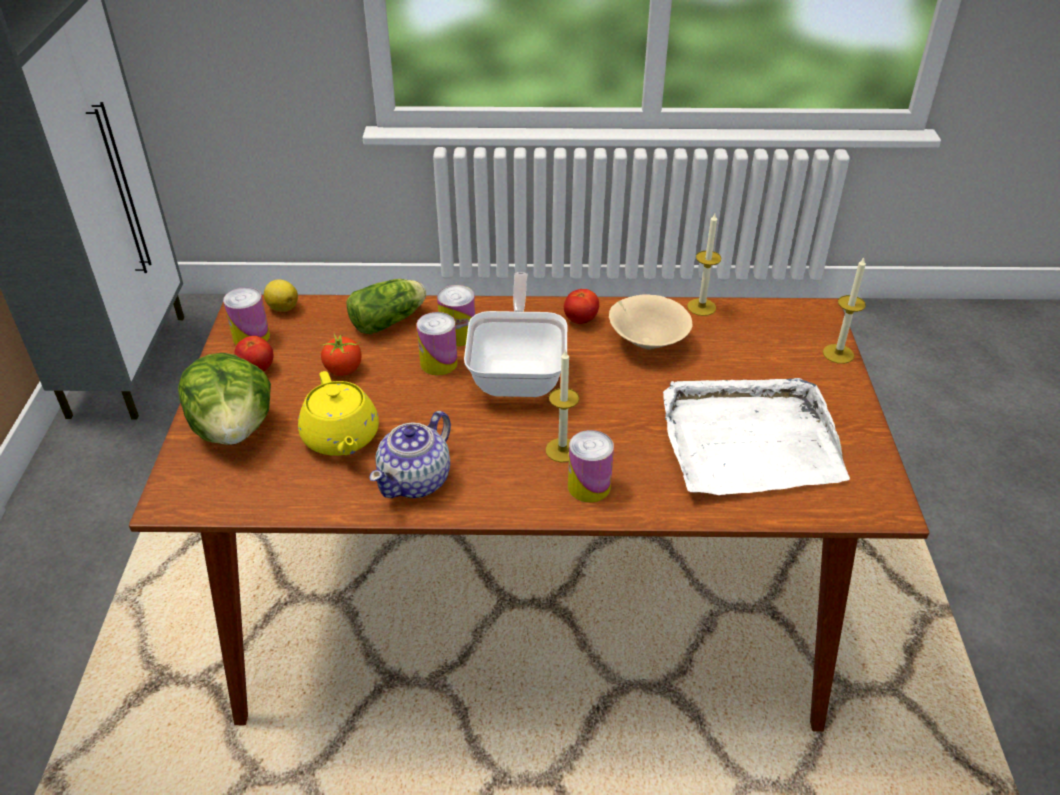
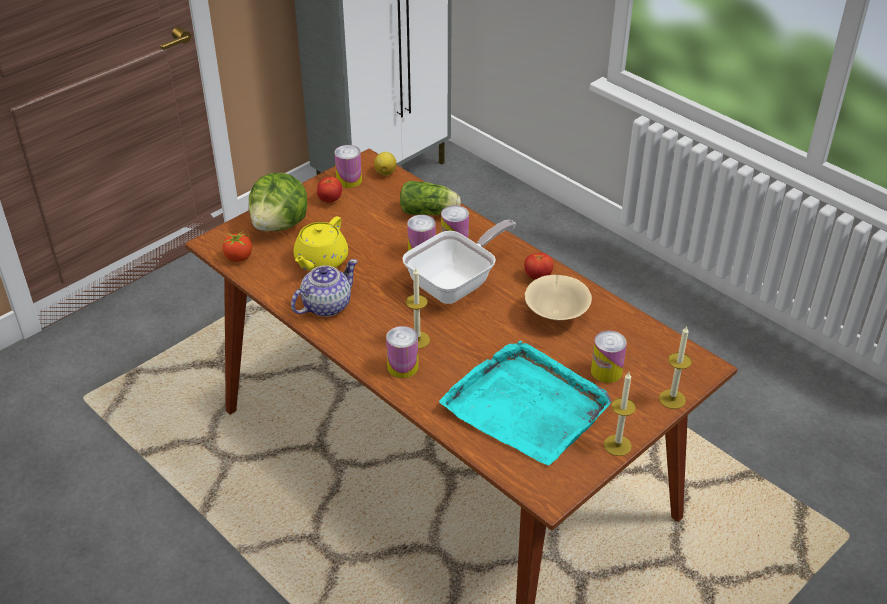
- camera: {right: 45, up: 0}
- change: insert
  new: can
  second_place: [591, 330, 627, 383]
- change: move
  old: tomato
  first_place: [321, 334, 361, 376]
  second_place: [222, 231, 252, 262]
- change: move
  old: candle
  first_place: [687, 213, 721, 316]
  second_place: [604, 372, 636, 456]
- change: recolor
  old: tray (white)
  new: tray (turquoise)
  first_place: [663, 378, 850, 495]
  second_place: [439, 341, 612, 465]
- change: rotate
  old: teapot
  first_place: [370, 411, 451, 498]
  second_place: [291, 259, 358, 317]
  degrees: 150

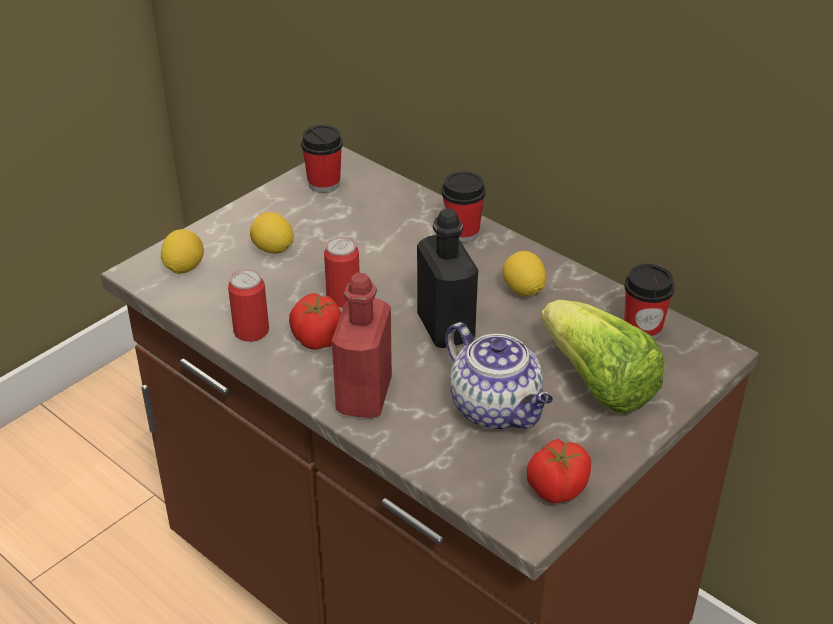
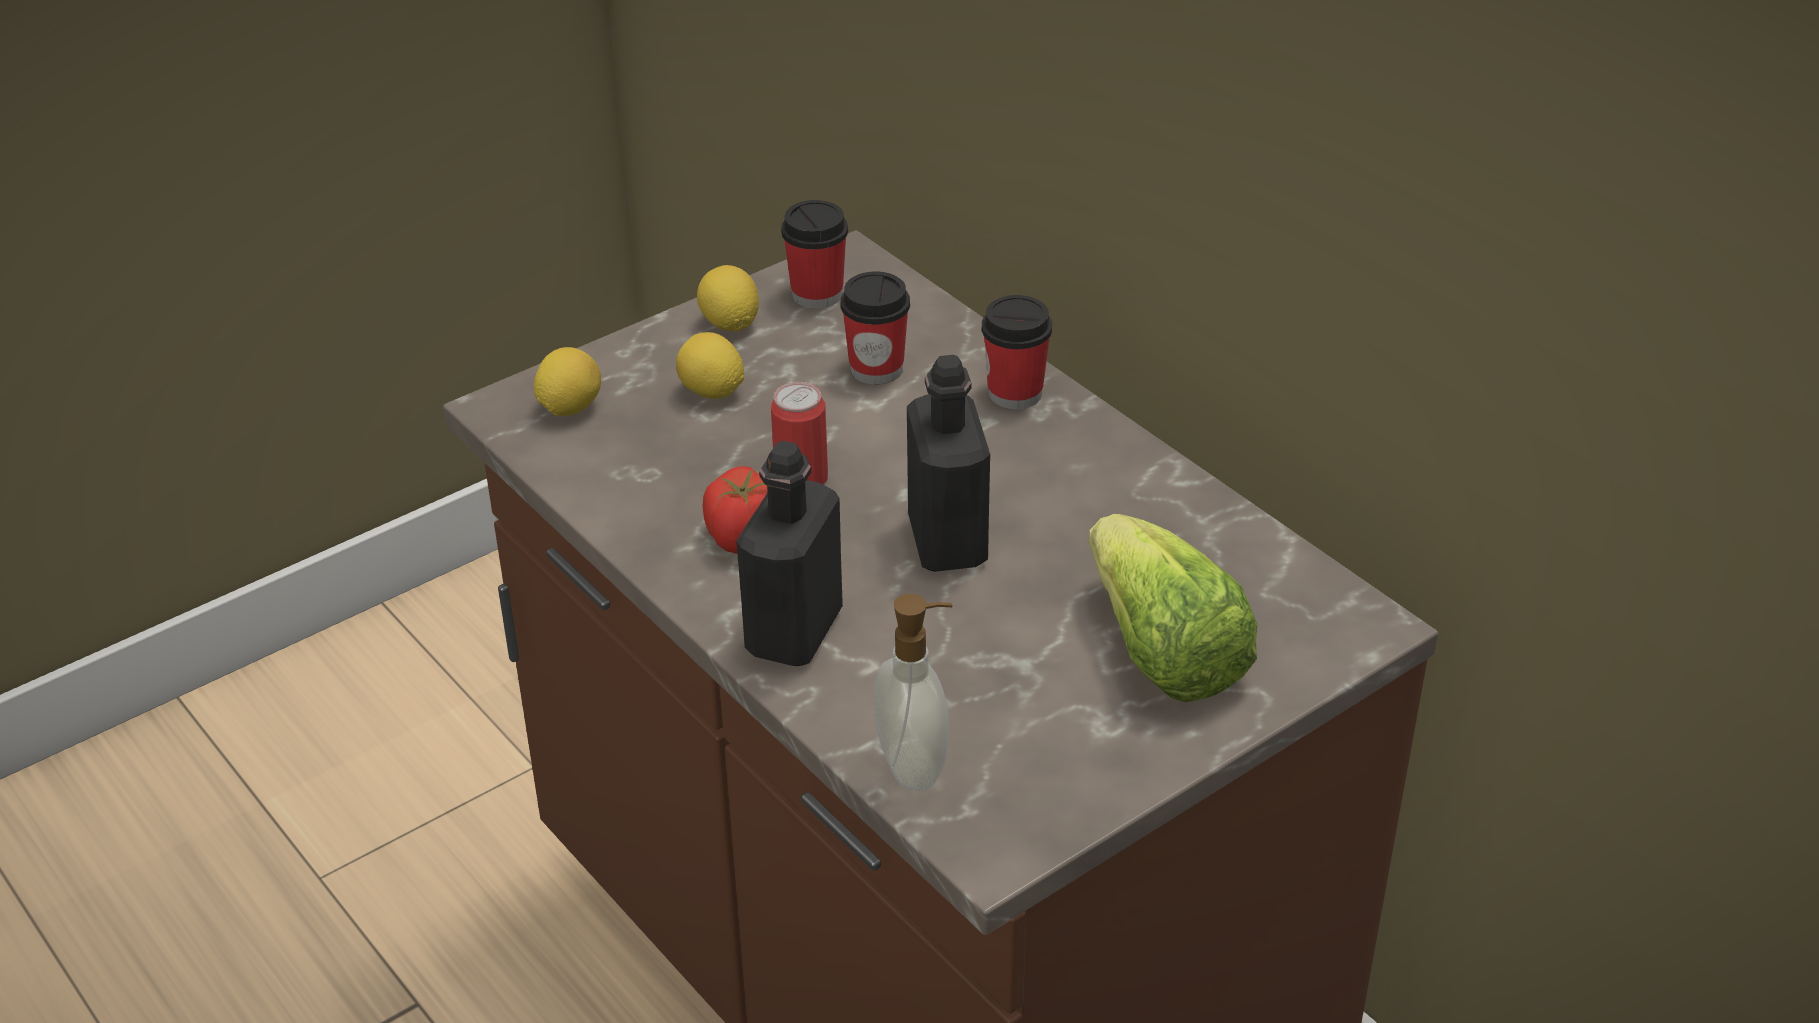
- camera: {right: 10, up: 0}
- change: delete
  old: can
  first_place: [228, 269, 269, 342]
- change: delete
  old: teapot
  first_place: [445, 322, 553, 429]
- change: delete
  old: tomato
  first_place: [527, 439, 591, 504]
- change: insert
  new: soap dispenser
  second_place: [874, 594, 953, 791]
- change: move
  old: lemon
  first_place: [503, 251, 546, 296]
  second_place: [697, 265, 759, 331]
- change: move
  old: cup
  first_place: [624, 264, 675, 340]
  second_place: [841, 272, 910, 384]
- change: recolor
  old: bottle (red)
  new: bottle (black)
  first_place: [332, 273, 392, 418]
  second_place: [736, 441, 843, 666]

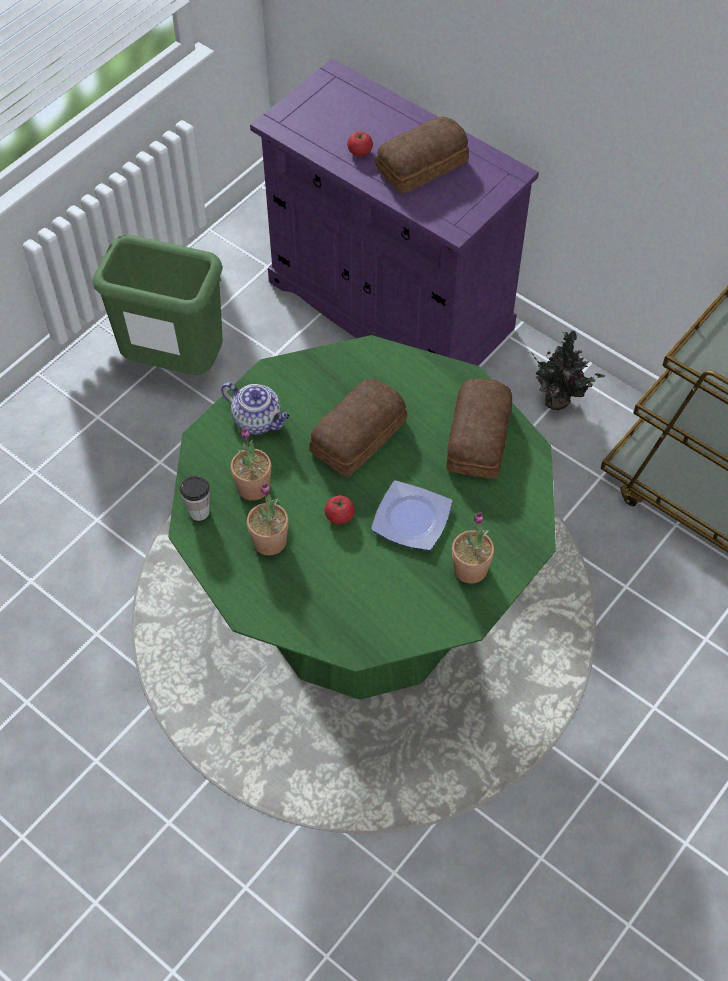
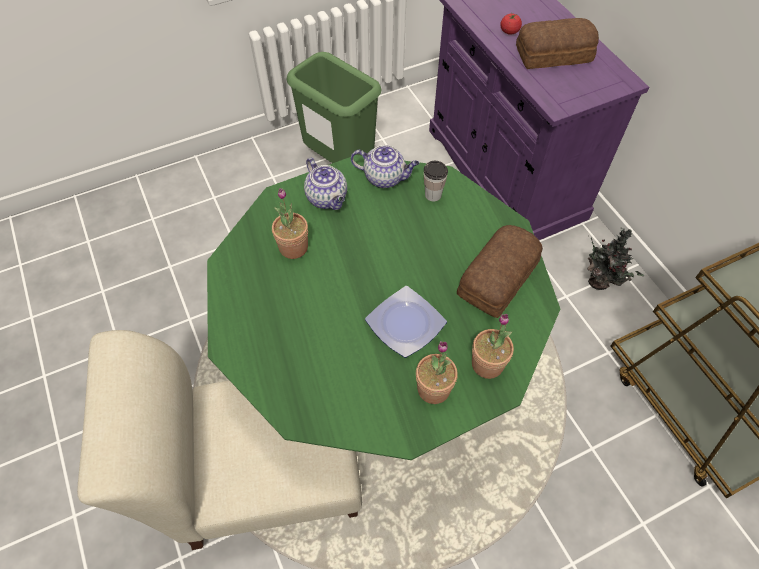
- camera: {right: 25, up: 0}
- change: delete
  old: bread
  first_place: [309, 379, 407, 477]
- change: delete
  old: tomato
  first_place: [325, 495, 355, 524]
- change: insert
  new: chair (beige)
  second_place: [77, 330, 362, 550]
- change: insert
  new: teapot
  second_place: [351, 145, 419, 188]
- change: move
  old: cup
  first_place: [180, 476, 210, 521]
  second_place: [424, 161, 448, 202]
- change: move
  old: potted plant
  first_place: [247, 483, 289, 556]
  second_place: [472, 314, 514, 379]

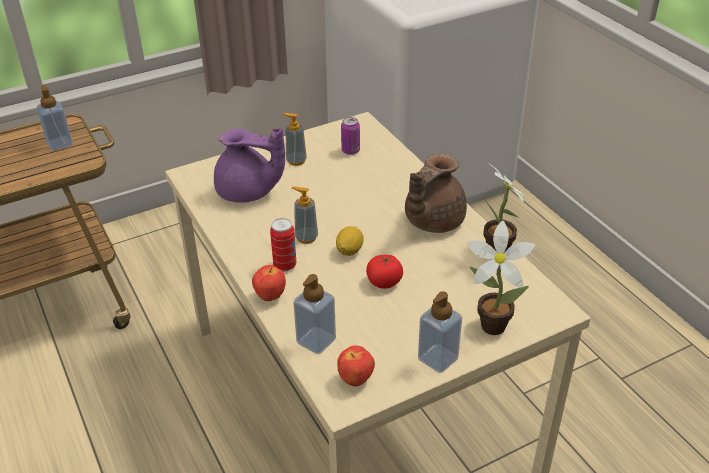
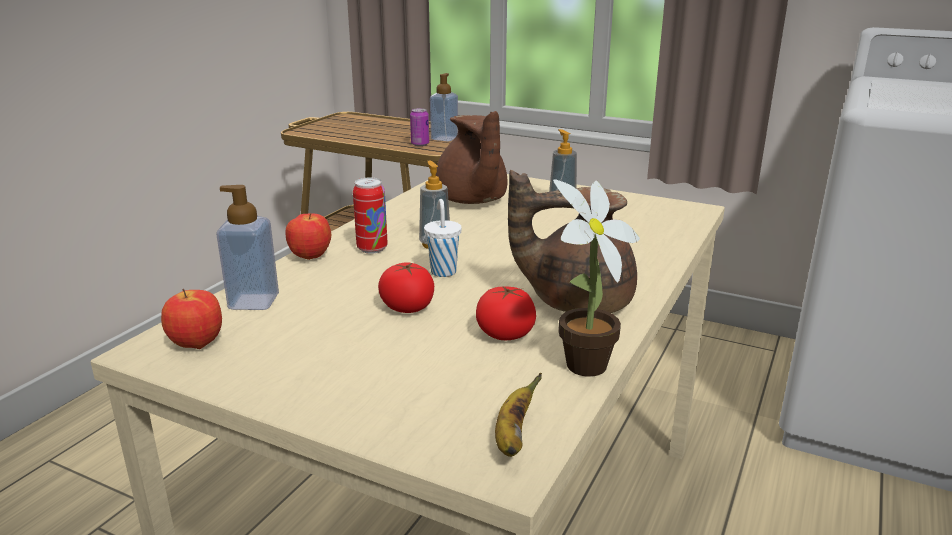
- camera: {right: 55, up: -15}
- change: delete
  old: soap dispenser
  first_place: [418, 291, 462, 373]
- change: delete
  old: potted plant
  first_place: [467, 221, 536, 335]
- change: insert
  new: tomato
  second_place: [476, 286, 536, 340]
- change: insert
  new: banana
  second_place: [495, 373, 542, 457]
- change: move
  old: can
  first_place: [341, 117, 360, 155]
  second_place: [410, 108, 429, 146]
- change: replace
  old: lemon
  new: cup (white)
  first_place: [336, 226, 364, 256]
  second_place: [424, 199, 462, 277]
- change: recolor
  old: teapot (purple)
  new: teapot (brown)
  first_place: [214, 128, 285, 203]
  second_place: [436, 111, 507, 204]

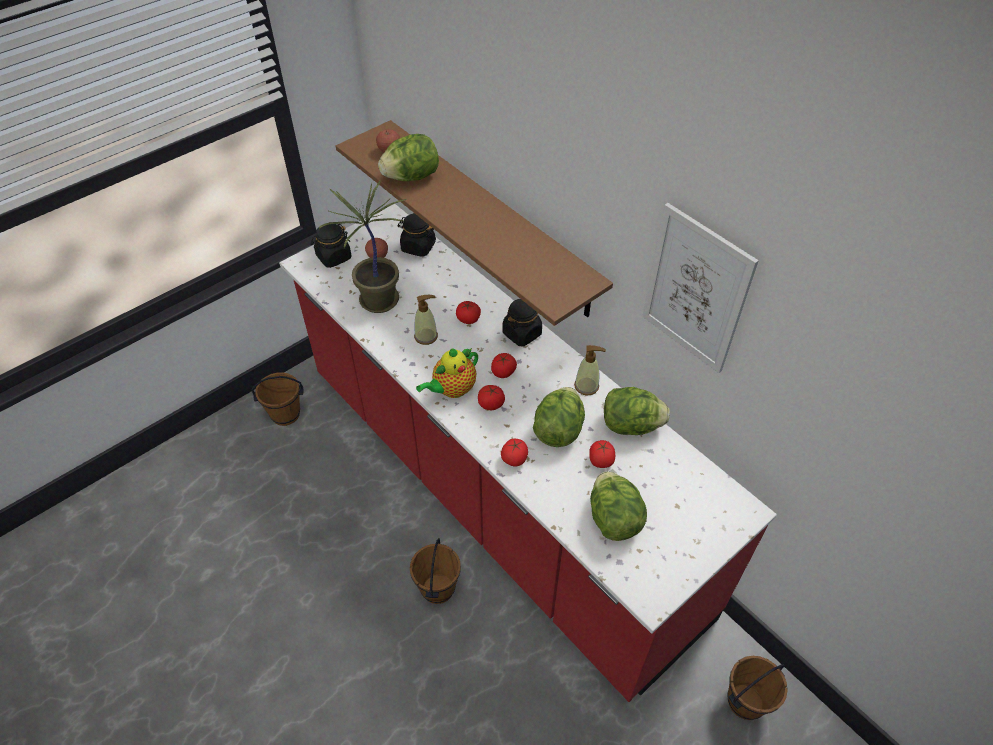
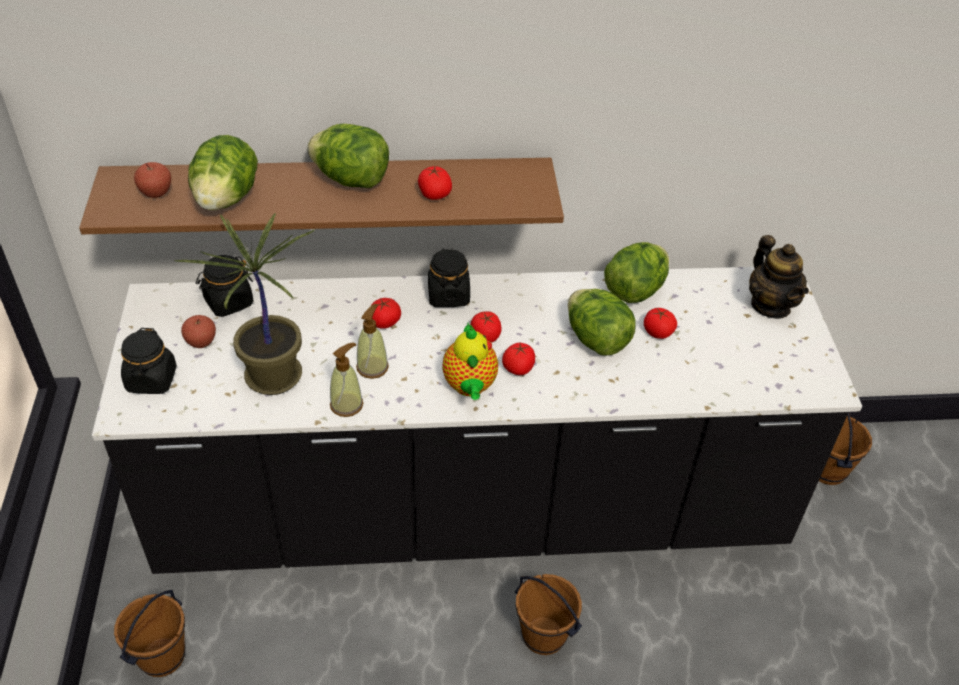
- camera: {right: -55, up: -5}
- change: delete
  old: picture
  first_place: [642, 203, 759, 373]
- change: insert
  new: teapot
  second_place: [749, 235, 809, 319]
- change: move
  old: tomato
  first_place: [501, 439, 528, 467]
  second_place: [418, 166, 452, 200]
- change: move
  old: soap dispenser
  first_place: [574, 345, 606, 396]
  second_place: [330, 343, 363, 417]
- change: move
  old: lettuce
  first_place: [590, 471, 647, 541]
  second_place: [307, 124, 389, 188]
- change: recolor
  old: counter (red)
  new: counter (black)
  first_place: [279, 204, 777, 702]
  second_place: [92, 267, 862, 574]

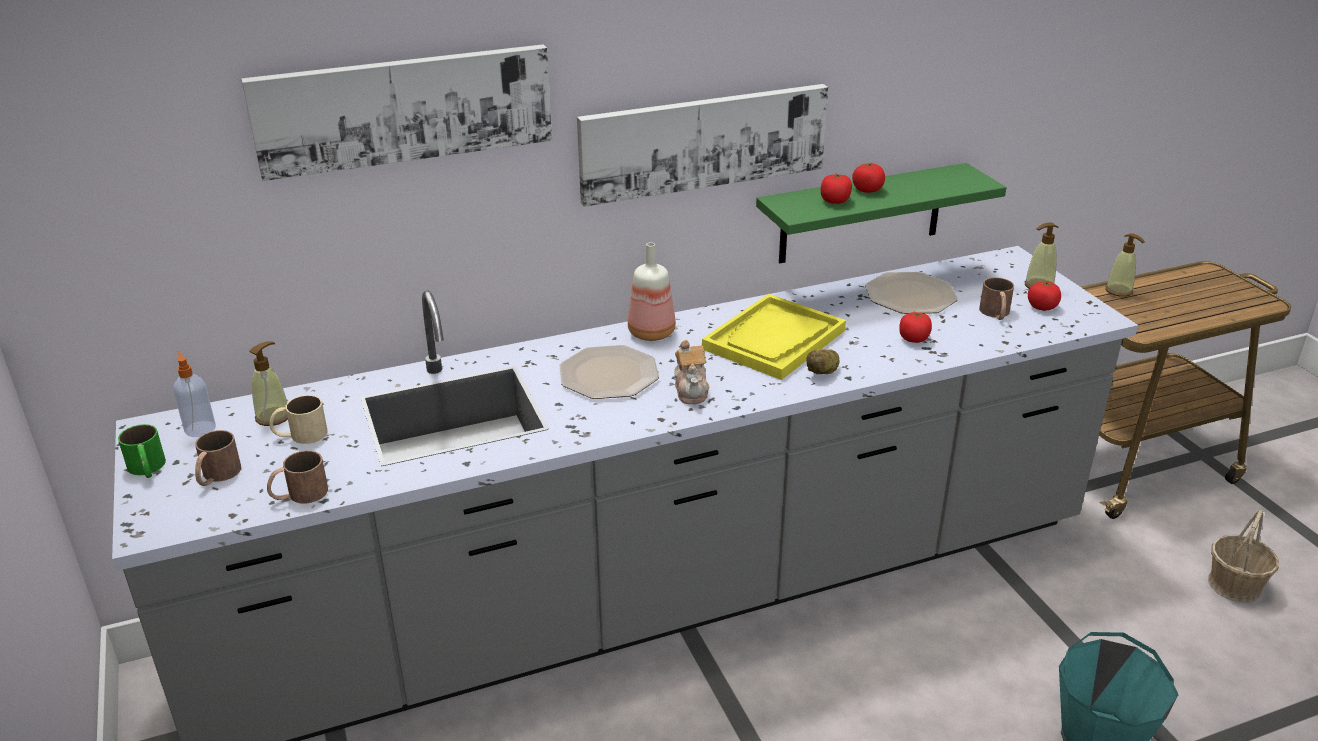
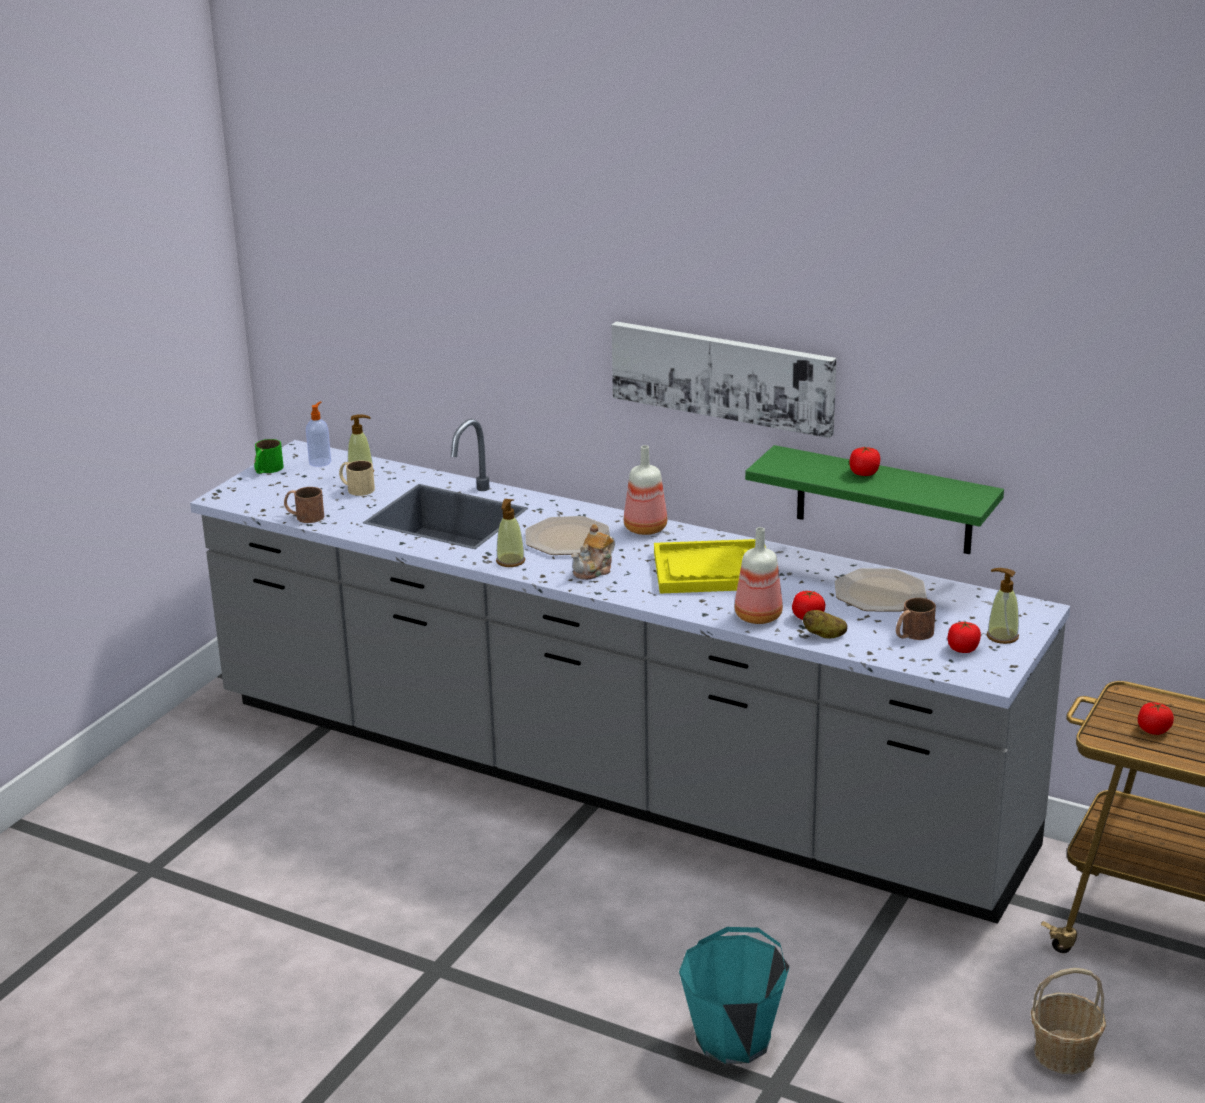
- camera: {right: 50, up: -5}
- change: delete
  old: mug (brown)
  first_place: [195, 430, 241, 486]
- change: delete
  old: picture
  first_place: [241, 44, 552, 181]
- change: insert
  new: bottle
  second_place: [735, 527, 783, 624]
- change: move
  old: potato
  first_place: [806, 349, 839, 374]
  second_place: [803, 610, 847, 638]
- change: move
  old: tomato
  first_place: [821, 174, 852, 204]
  second_place: [1138, 702, 1174, 735]
- change: move
  old: soap dispenser
  first_place: [1105, 233, 1145, 297]
  second_place: [496, 499, 525, 567]

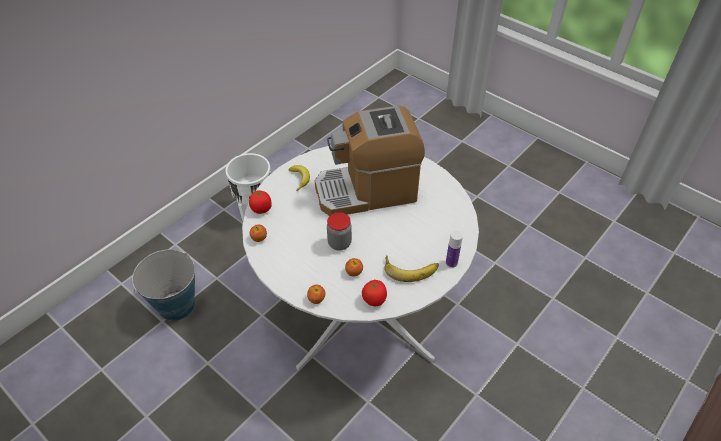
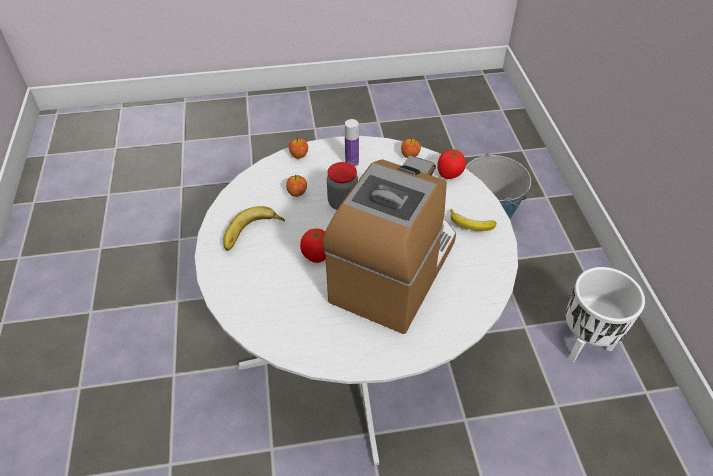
- camera: {right: 130, up: 0}
- change: move
  old: tomato
  first_place: [362, 280, 387, 306]
  second_place: [300, 229, 326, 263]
- change: move
  old: bottle
  first_place: [446, 231, 463, 268]
  second_place: [345, 119, 359, 167]

